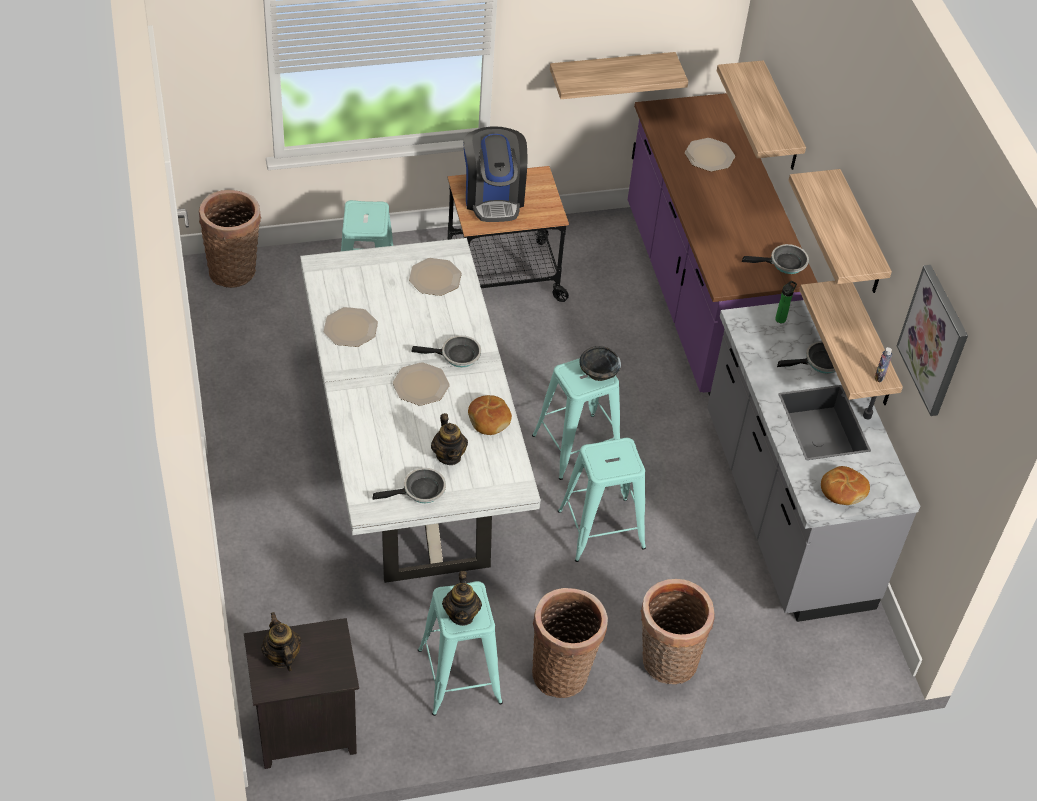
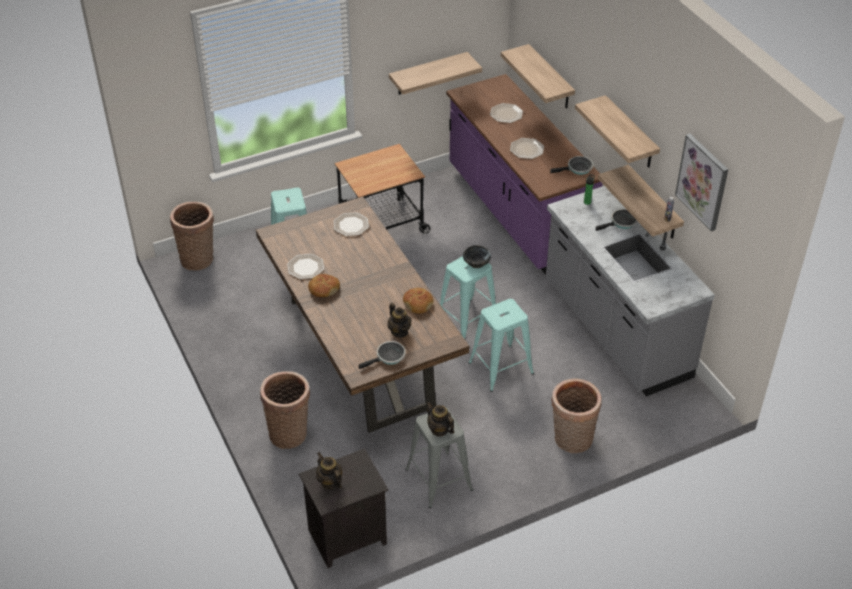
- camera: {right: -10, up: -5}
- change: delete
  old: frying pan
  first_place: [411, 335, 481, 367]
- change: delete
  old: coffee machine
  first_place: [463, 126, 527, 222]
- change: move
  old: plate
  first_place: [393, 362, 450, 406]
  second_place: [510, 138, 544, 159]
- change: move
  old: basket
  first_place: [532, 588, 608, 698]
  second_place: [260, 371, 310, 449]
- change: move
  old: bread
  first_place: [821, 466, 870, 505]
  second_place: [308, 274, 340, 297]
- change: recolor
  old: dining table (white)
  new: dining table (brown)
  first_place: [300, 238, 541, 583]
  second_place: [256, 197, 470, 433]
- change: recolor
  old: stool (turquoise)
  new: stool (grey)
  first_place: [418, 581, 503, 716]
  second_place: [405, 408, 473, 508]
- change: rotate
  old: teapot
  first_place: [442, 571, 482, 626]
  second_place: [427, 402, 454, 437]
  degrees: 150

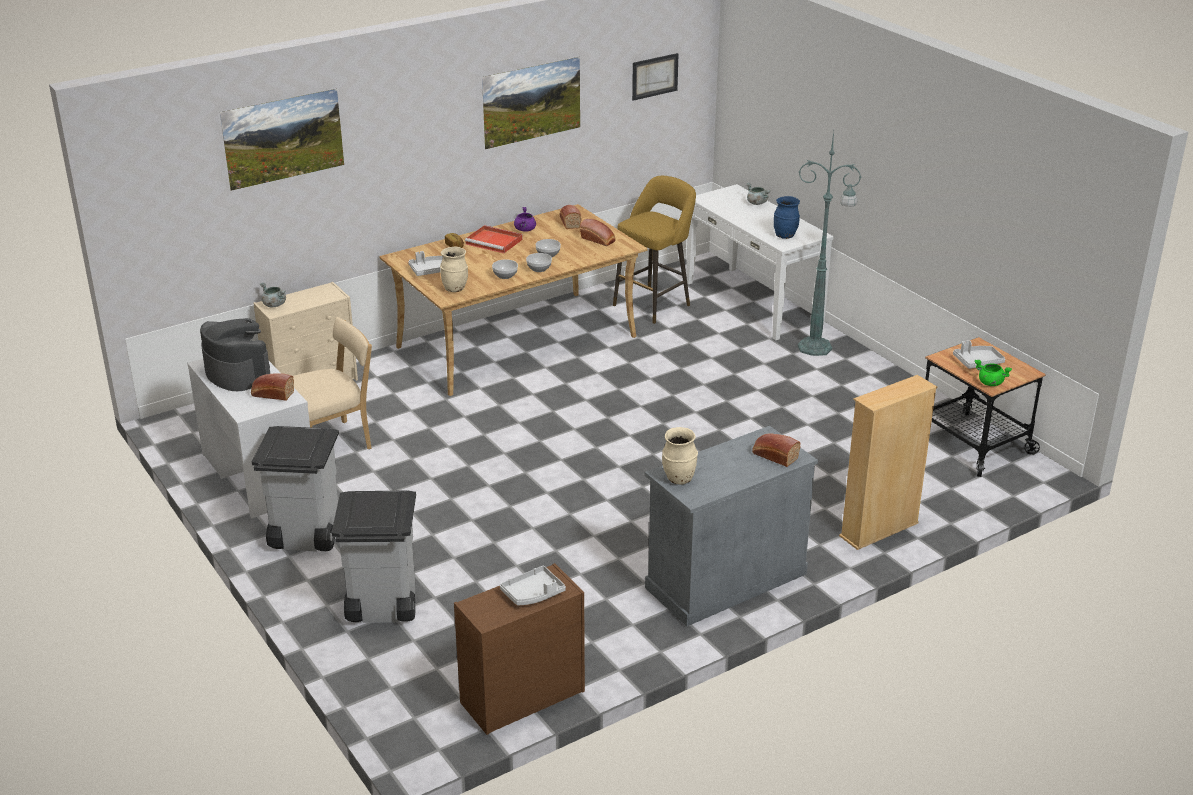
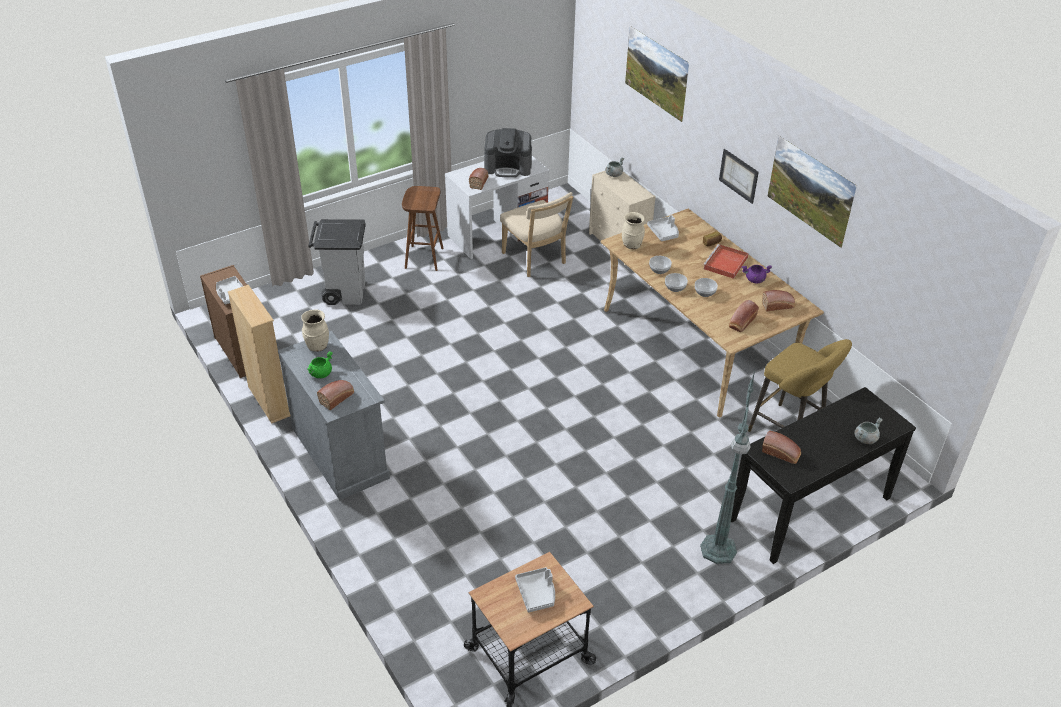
- camera: {right: 90, up: 10}
- change: move
  old: picture
  first_place: [632, 53, 678, 101]
  second_place: [719, 149, 759, 204]
- change: move
  old: bookcase (beige)
  first_place: [839, 375, 937, 550]
  second_place: [228, 285, 290, 424]
- change: move
  old: cooking pot (green)
  first_place: [974, 360, 1012, 386]
  second_place: [307, 351, 333, 378]
- change: replace
  old: trash can (grey)
  new: stool (brown)
  first_place: [252, 426, 339, 551]
  second_place: [402, 186, 444, 271]
- change: replace
  old: vase (blue)
  new: bread
  first_place: [774, 196, 800, 239]
  second_place: [762, 431, 801, 464]
- change: recolor
  old: console table (white)
  new: console table (black)
  first_place: [686, 184, 833, 340]
  second_place: [731, 387, 916, 564]
- change: rotate
  old: coffee machine
  first_place: [200, 318, 270, 391]
  second_place: [484, 128, 532, 178]
  degrees: 45

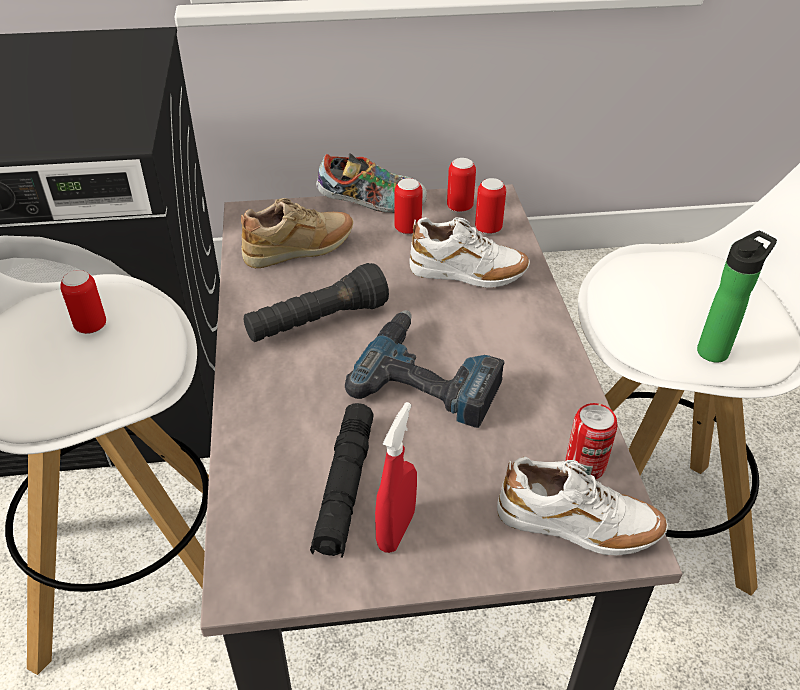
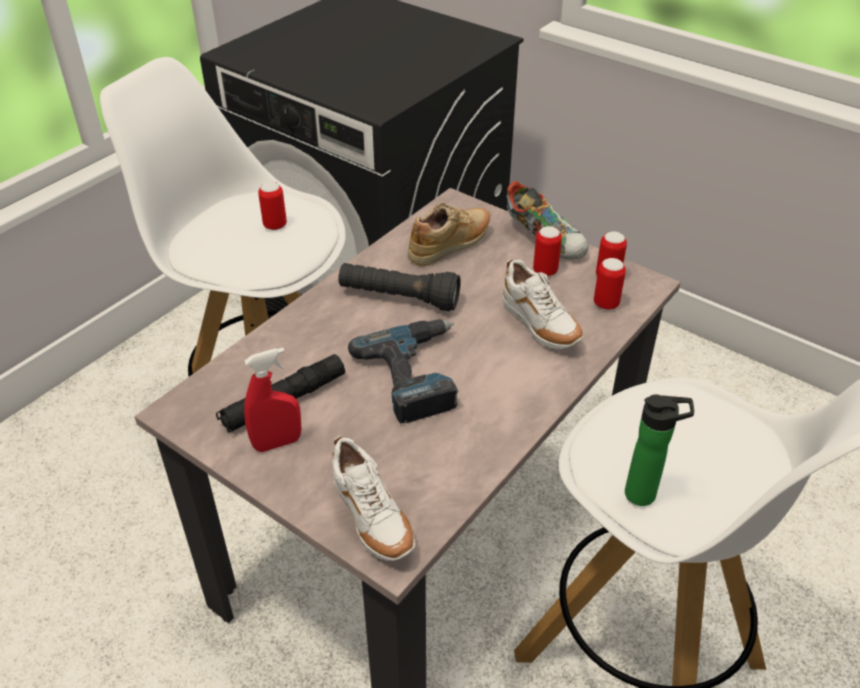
- camera: {right: 45, up: 0}
- change: delete
  old: can
  first_place: [565, 403, 617, 479]
- change: rotate
  old: shoe (beige)
  first_place: [241, 198, 353, 268]
  second_place: [408, 203, 490, 266]
  degrees: -60

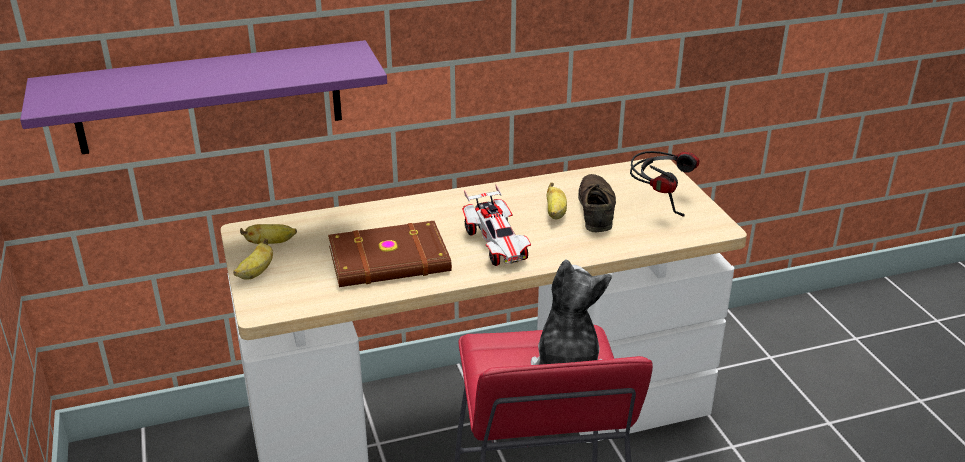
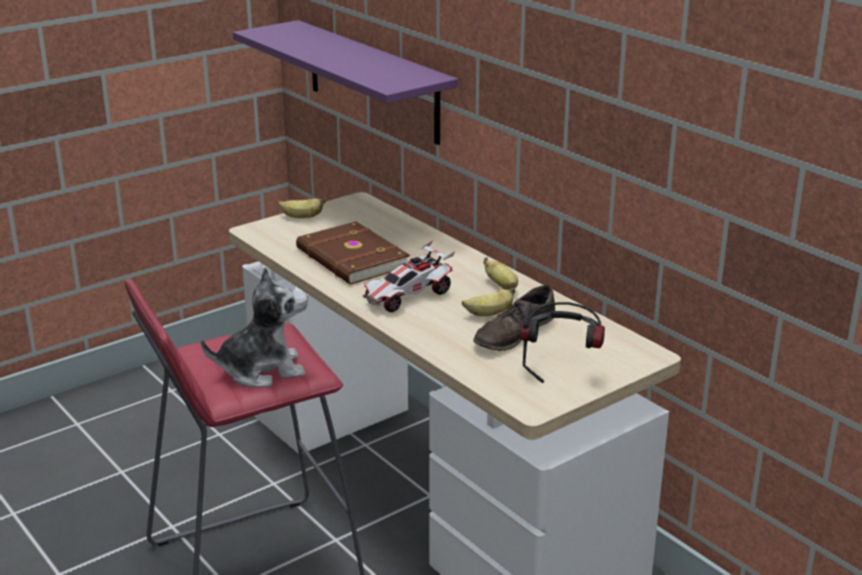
- camera: {right: 70, up: -5}
- change: move
  old: banana
  first_place: [240, 224, 297, 244]
  second_place: [483, 257, 518, 290]
- change: rotate
  old: shoe (brown)
  first_place: [578, 174, 616, 232]
  second_place: [473, 285, 555, 351]
  degrees: 150

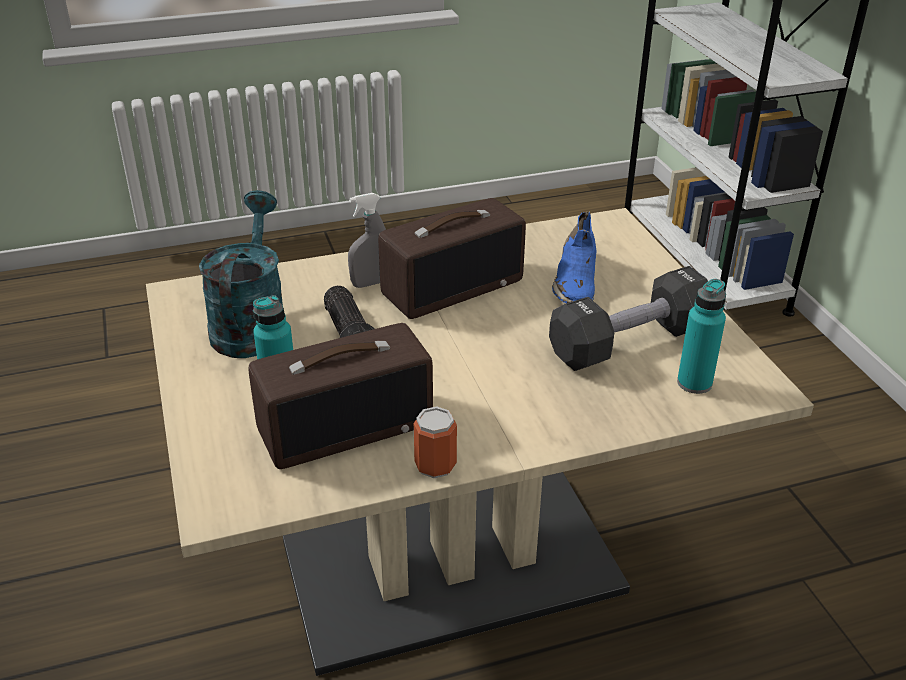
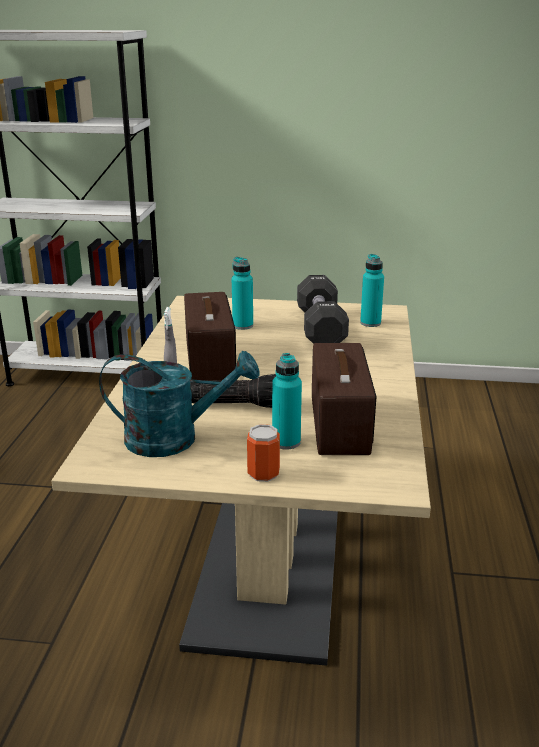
- camera: {right: -65, up: -10}
- change: move
  old: can
  first_place: [414, 406, 457, 478]
  second_place: [247, 424, 280, 482]
- change: replace
  old: shoe (blue)
  new: bottle (turquoise)
  first_place: [552, 211, 597, 303]
  second_place: [232, 257, 253, 330]
- change: rotate
  old: watering can (turquoise)
  first_place: [199, 190, 283, 358]
  second_place: [99, 351, 259, 457]
  degrees: 150

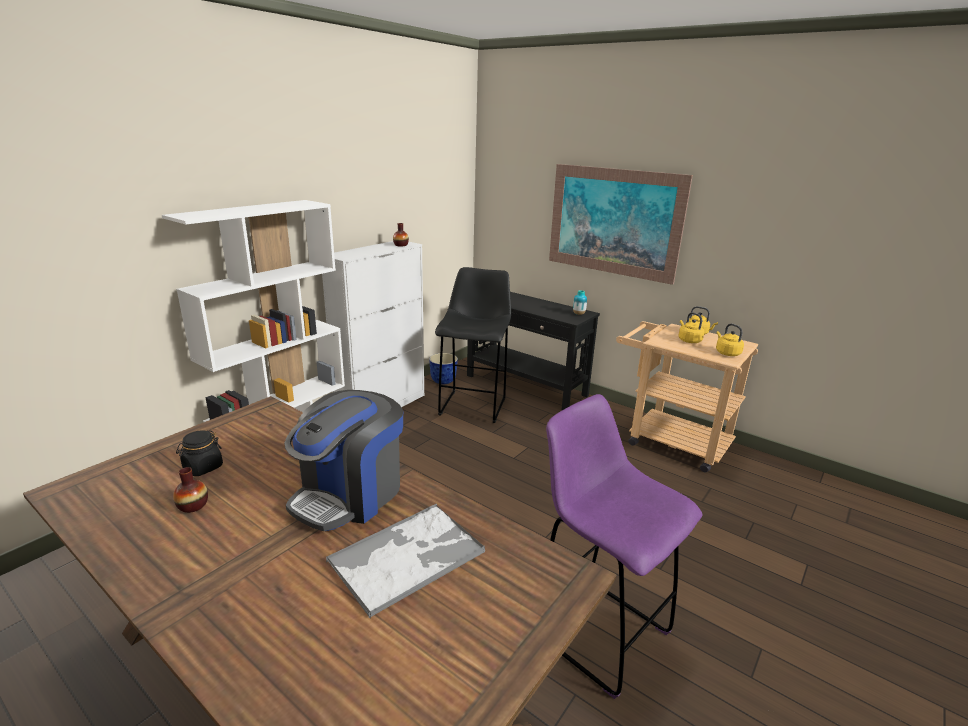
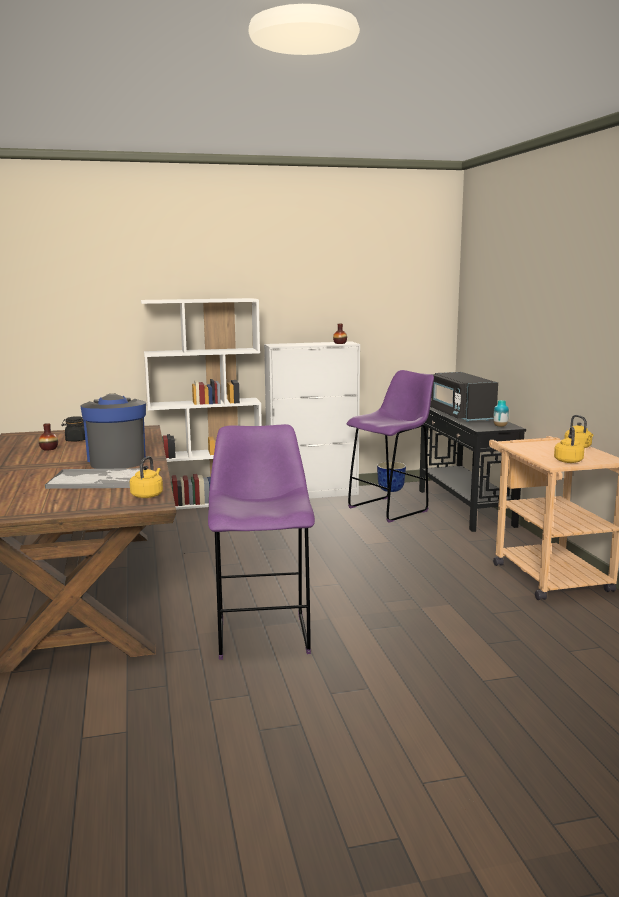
- camera: {right: 40, up: -10}
- change: delete
  old: picture
  first_place: [549, 164, 693, 285]
- change: insert
  new: microwave (black)
  second_place: [430, 372, 498, 422]
- change: move
  old: kettle (yellow)
  first_place: [679, 312, 704, 343]
  second_place: [130, 456, 163, 498]
- change: recolor
  old: stool (black)
  new: stool (purple)
  first_place: [435, 267, 511, 423]
  second_place: [347, 370, 434, 523]
- change: rotate
  old: coffee machine
  first_place: [284, 390, 403, 531]
  second_place: [80, 394, 146, 469]
  degrees: 90

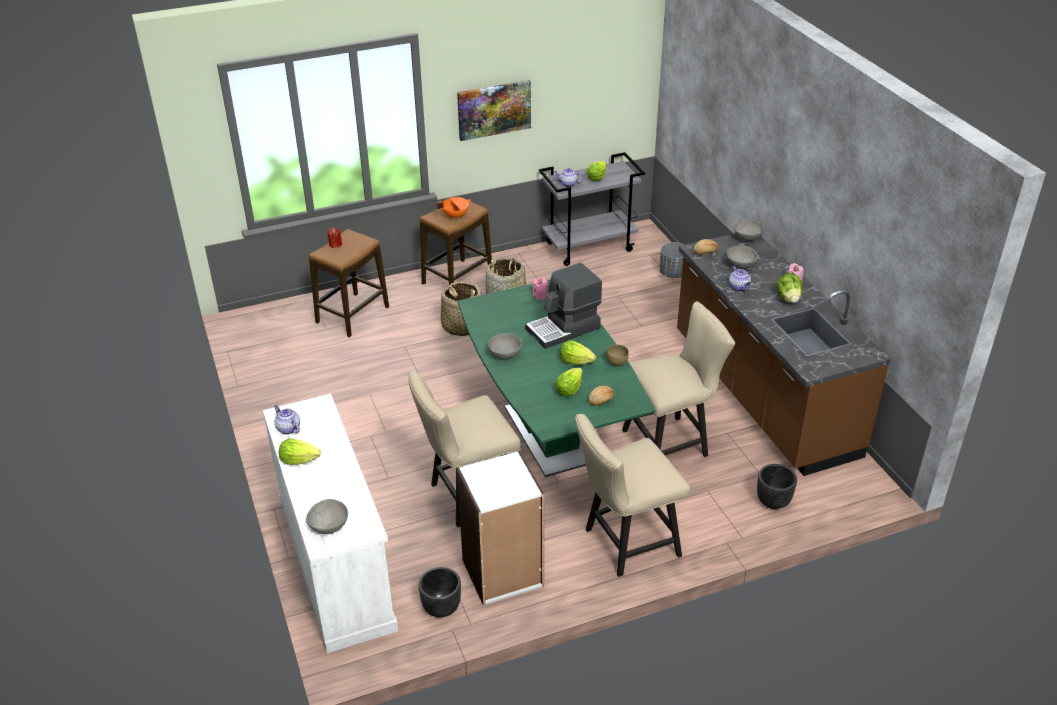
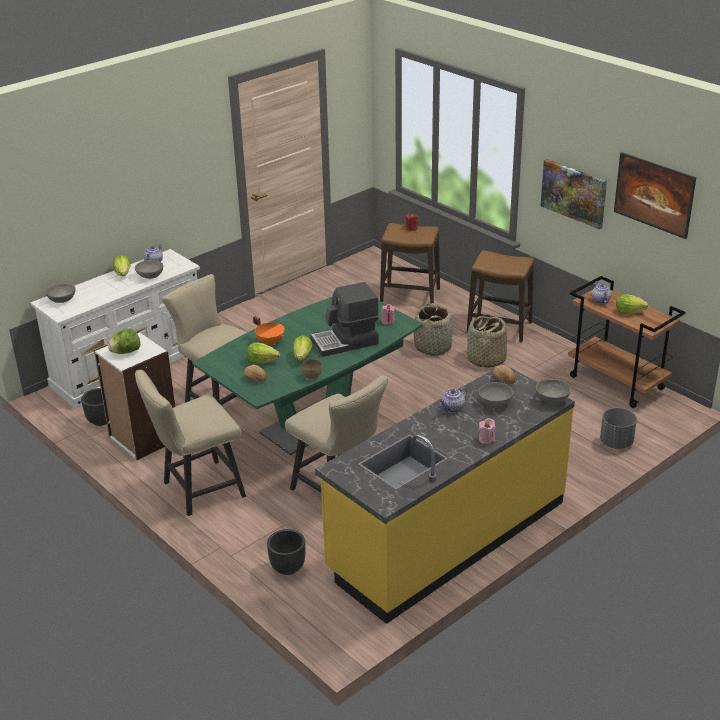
- camera: {right: 70, up: -5}
- change: insert
  new: picture
  second_place: [614, 152, 696, 239]
- change: move
  old: cooking pot (orange)
  first_place: [436, 197, 471, 219]
  second_place: [253, 316, 285, 345]
- change: move
  old: bowl (grey)
  first_place: [488, 333, 522, 359]
  second_place: [135, 260, 163, 279]
- change: move
  old: lettuce
  first_place: [776, 272, 803, 303]
  second_place: [108, 329, 140, 354]
- change: recolor
  old: cart (grey)
  new: cart (brown)
  first_place: [539, 152, 645, 266]
  second_place: [568, 276, 685, 408]
- change: recolor
  old: counter (brown)
  new: counter (yellow)
  first_place: [677, 234, 891, 476]
  second_place: [315, 364, 575, 624]
- change: rotate
  old: coffee machine
  first_place: [526, 263, 602, 349]
  second_place: [311, 282, 379, 357]
  degrees: -60
- change: rotate
  old: chair (beige)
  first_place: [575, 414, 691, 577]
  second_place: [135, 370, 246, 516]
  degrees: -75

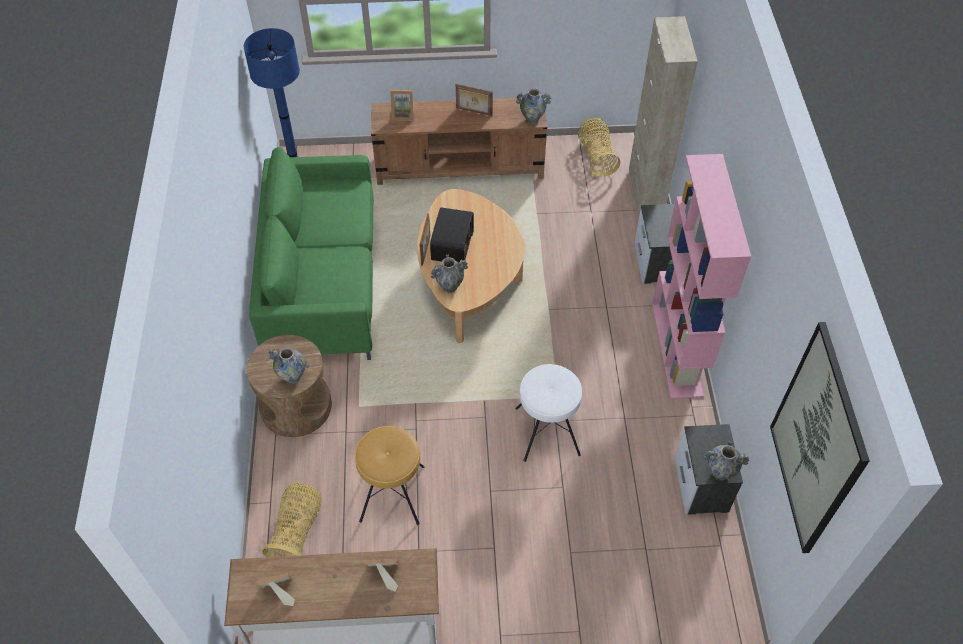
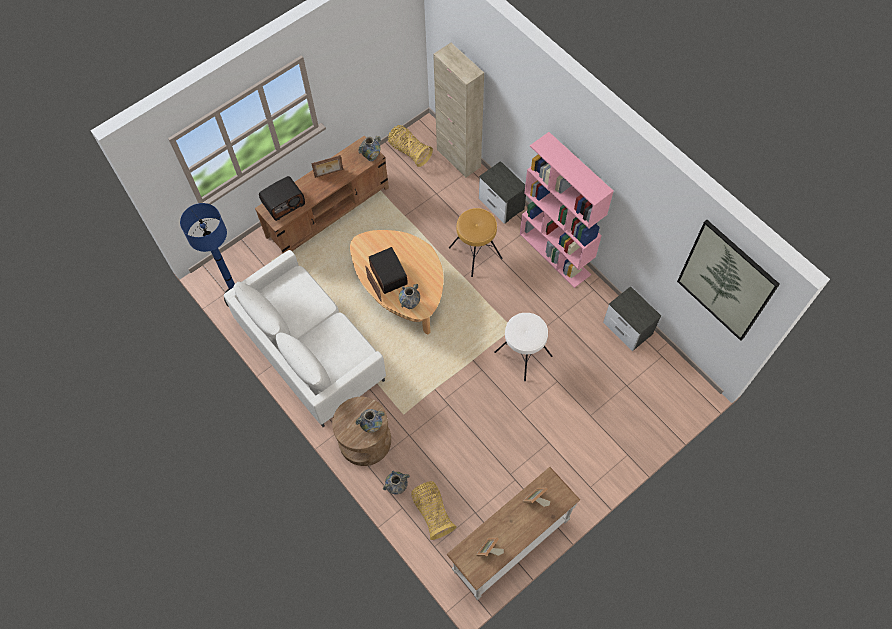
- camera: {right: -35, up: 10}
- change: move
  old: stool (brown)
  first_place: [355, 426, 424, 525]
  second_place: [449, 208, 502, 277]
- change: move
  old: vase
  first_place: [703, 441, 749, 481]
  second_place: [383, 471, 410, 495]
- change: replace
  old: picture frame
  new: radio
  first_place: [390, 90, 414, 121]
  second_place: [259, 176, 305, 221]
- change: recolor
  old: sofa (green)
  new: sofa (white)
  first_place: [249, 147, 374, 360]
  second_place: [224, 250, 386, 427]

